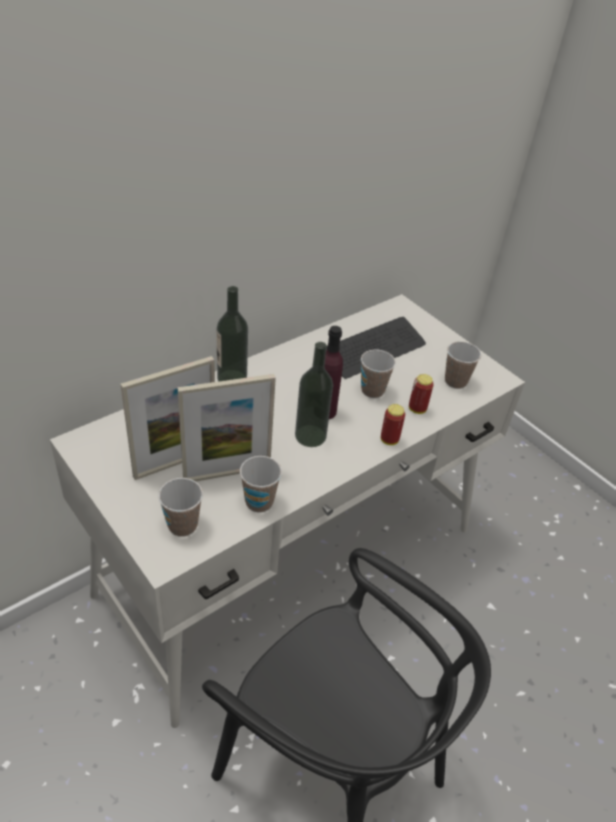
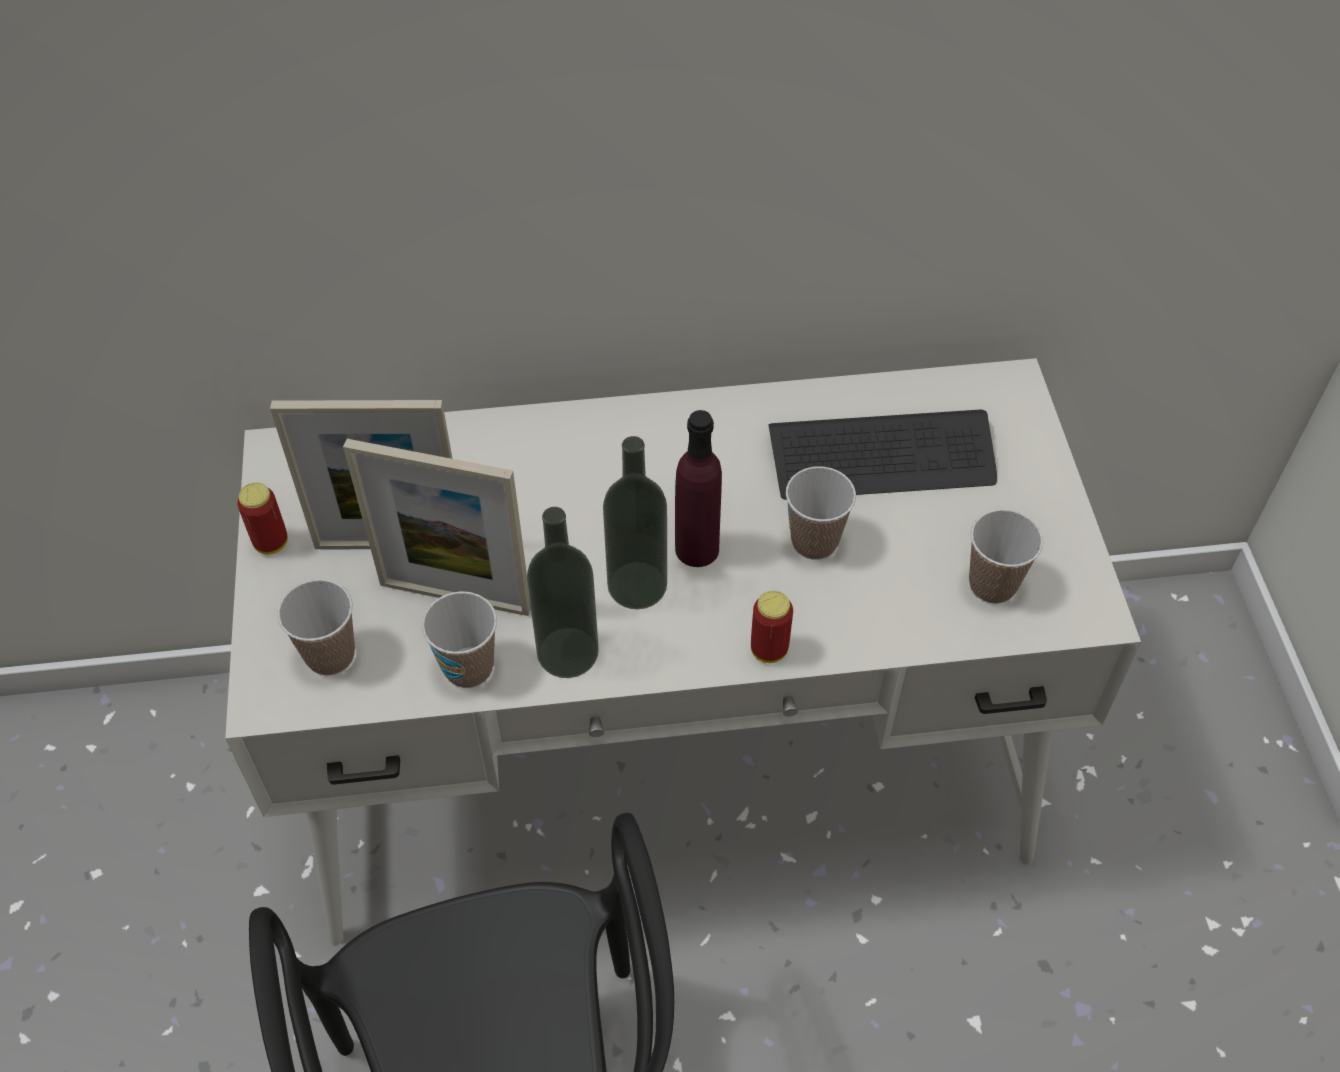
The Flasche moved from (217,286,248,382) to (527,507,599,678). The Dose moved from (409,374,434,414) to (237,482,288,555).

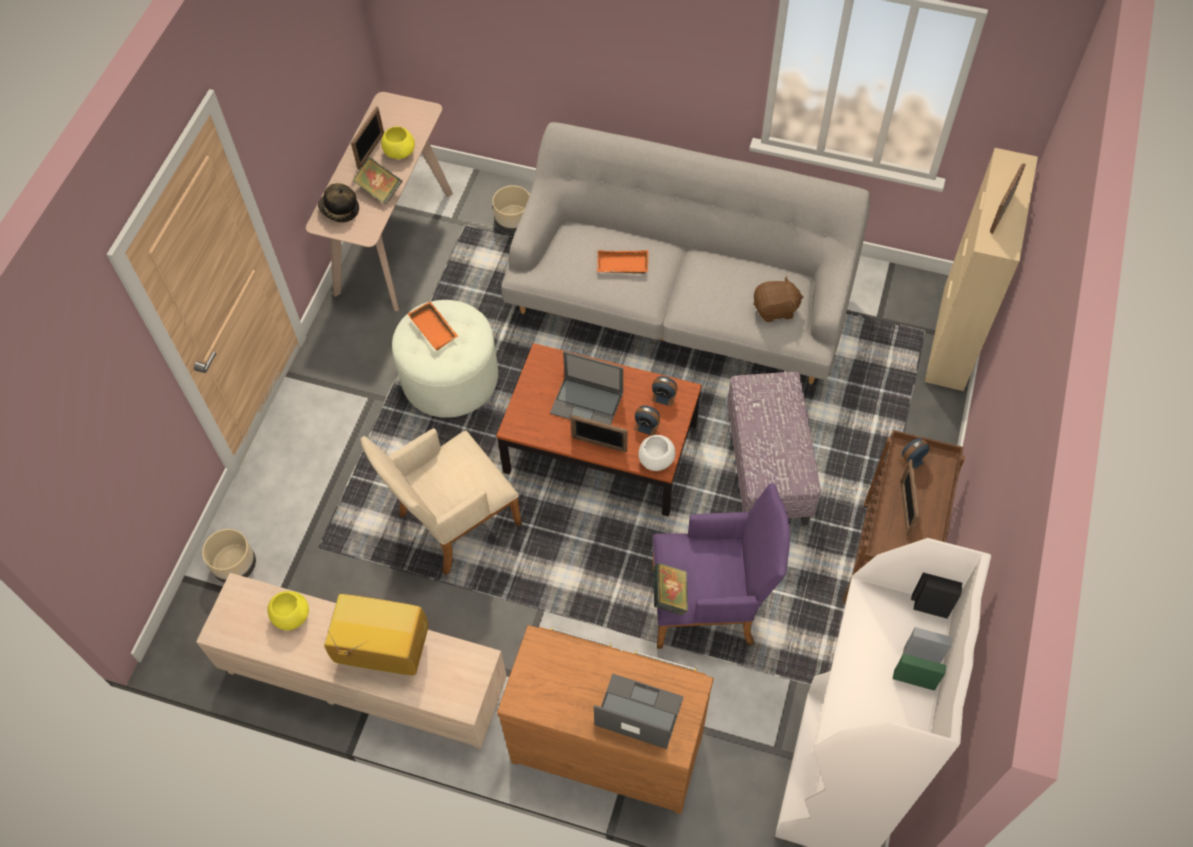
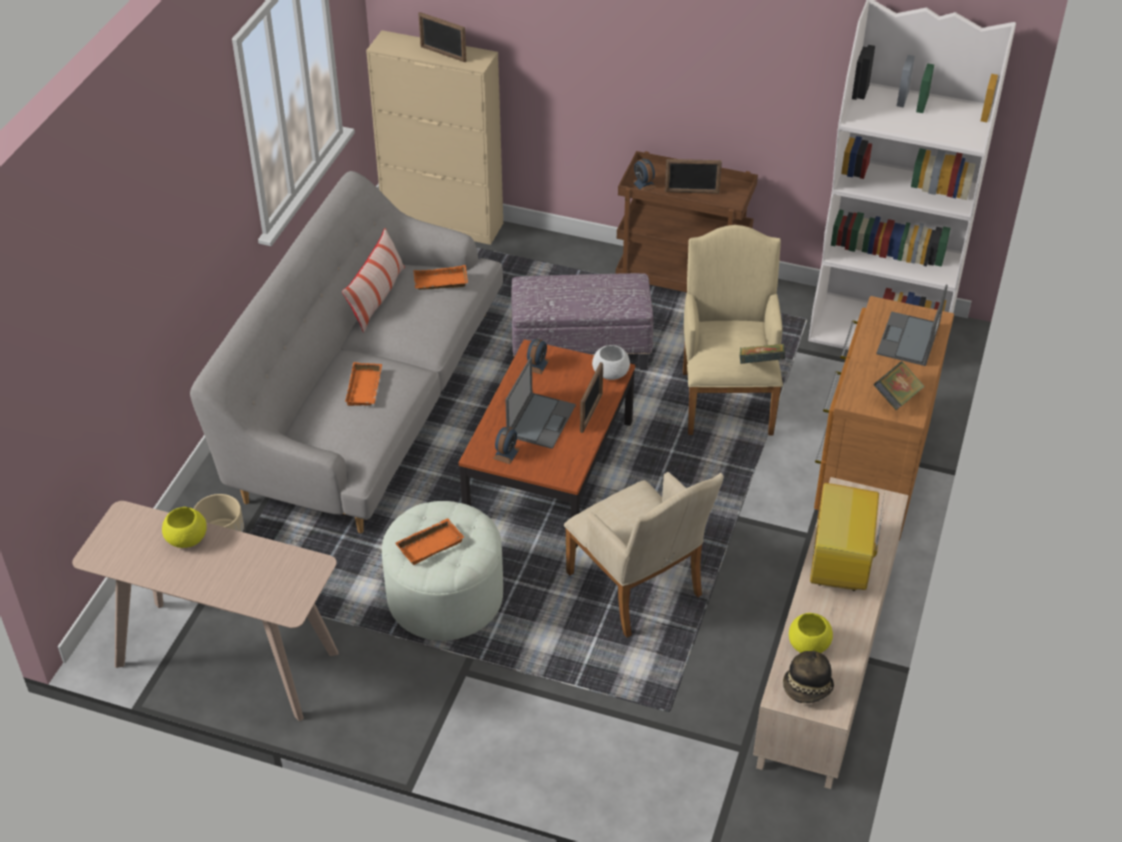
The Pflanzkübel/beige at (202,529,256,583) disappeared. The Hut moved from (318,183,359,223) to (783,651,834,703). The Bilderrahmen at (351,106,384,170) disappeared. The Buch moved from (353,157,402,205) to (873,361,924,410). The Wecker moved from (634,405,660,436) to (493,427,520,464). The Sessel/lila at (652,483,790,649) became the Sessel/beige at (683,225,783,435). The Plüschtier/braun at (753,276,804,322) was replaced by the Tablett/orange at (413,265,468,290). The Kissen at (342,228,405,332) appeared.

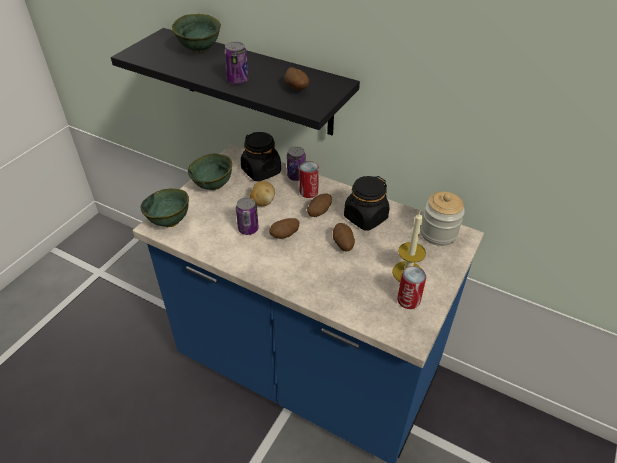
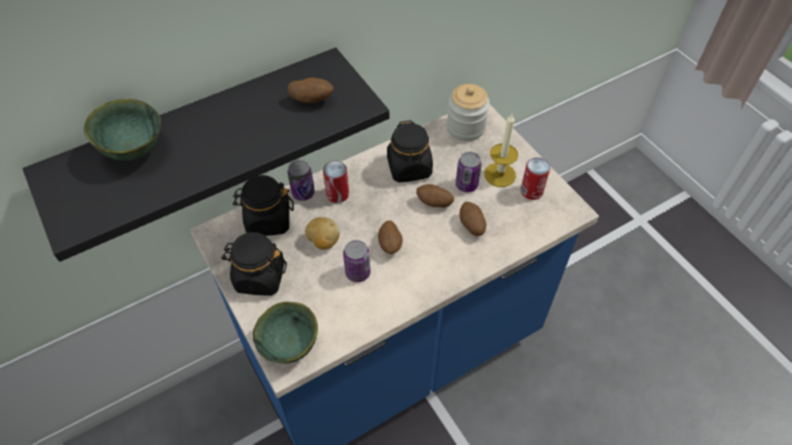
The Schüssel/grün at (188,153,232,190) was replaced by the Vorratsglas/schwarz at (222,232,287,296). The Dose moved from (224,41,249,84) to (456,152,482,192). The Kartoffel moved from (307,193,332,217) to (460,202,486,236).

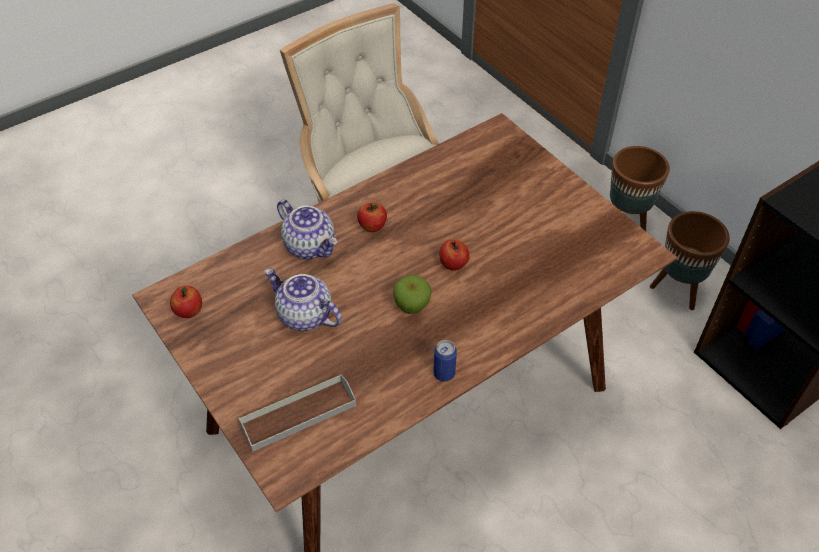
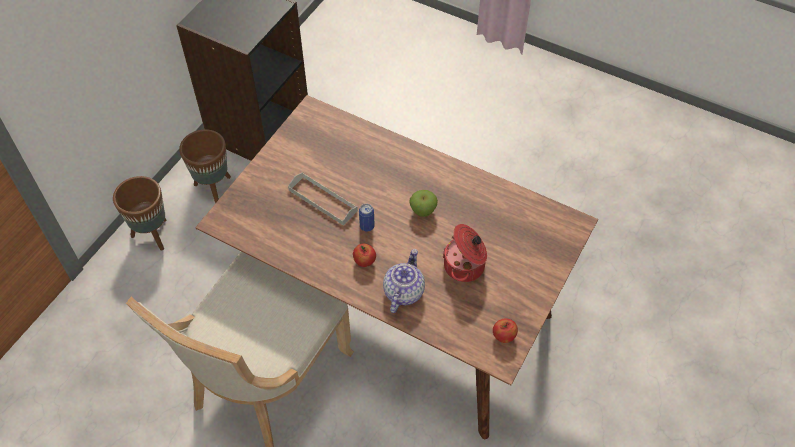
The Tablett/grau moved from (238,374,356,451) to (288,172,358,226). The Teekanne at (265,268,342,331) was replaced by the Kochtopf at (442,224,487,282). The Dose moved from (433,340,457,381) to (359,204,375,232). The Apfel at (439,239,470,271) disappeared.

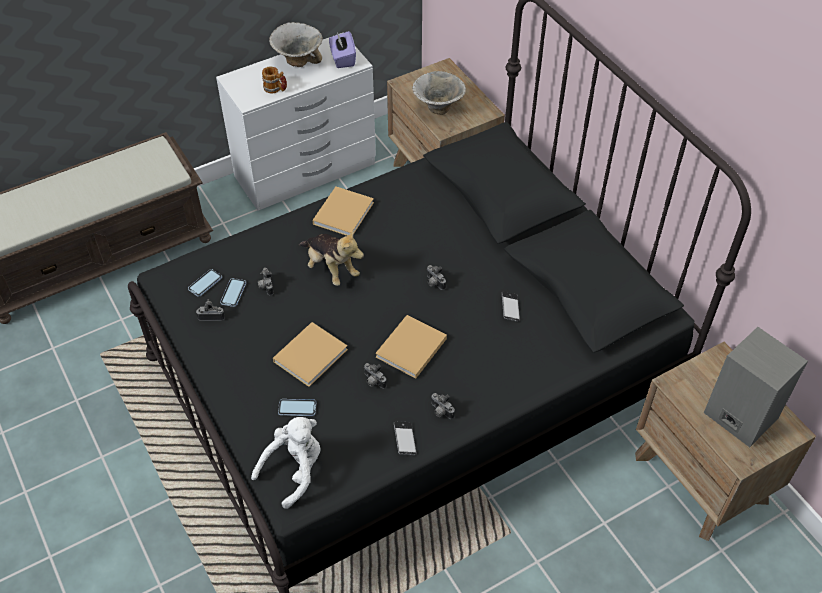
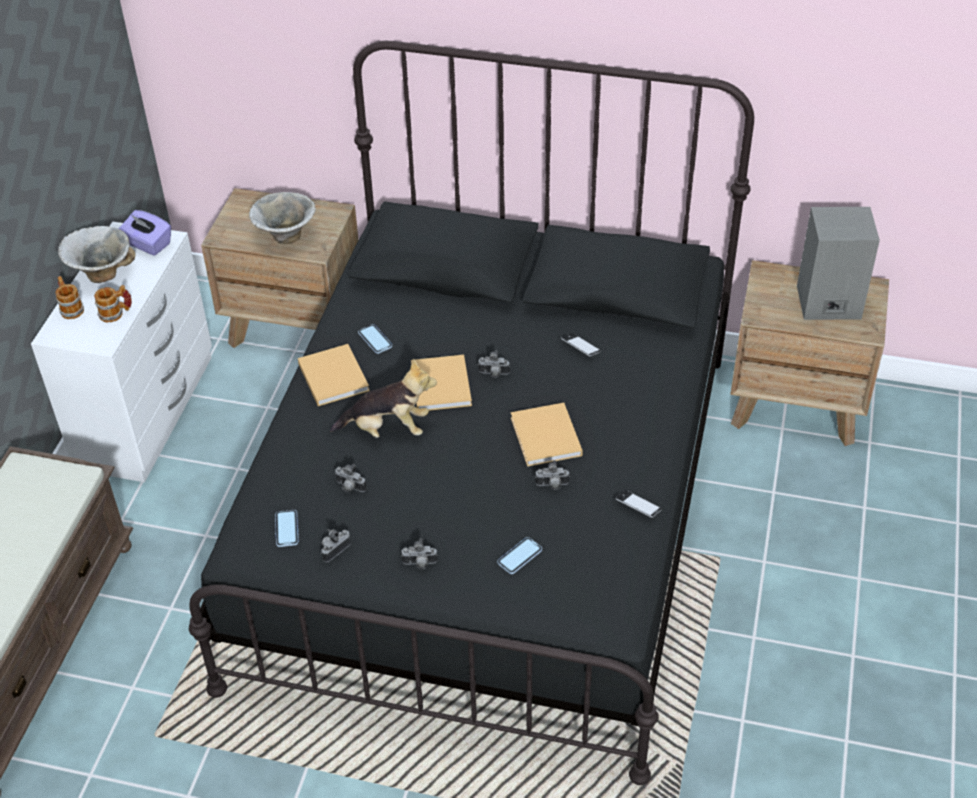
The Handy moved from (220,278,246,307) to (358,324,392,354). The Plüschtier/weiß at (251,417,321,509) disappeared. The Buch/beige moved from (273,322,348,387) to (411,355,472,411). The Kamera moved from (431,393,455,419) to (401,538,438,569). The Henkelbecher at (55,276,84,319) appeared.

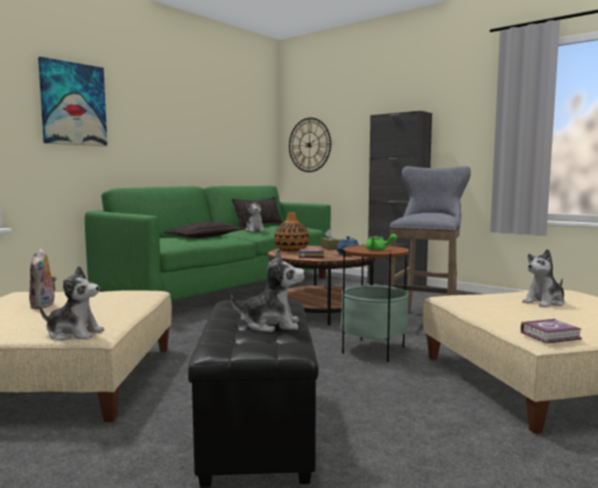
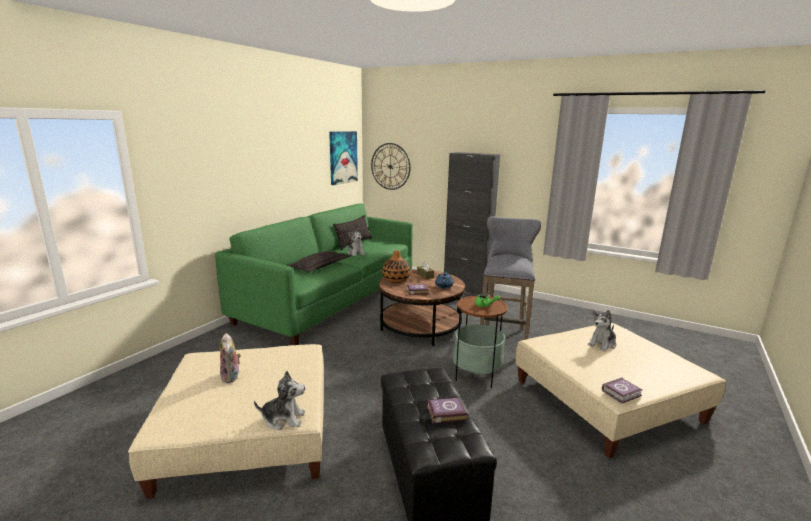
The Bild moved from (38,57,107,146) to (329,131,358,185). The Plüschtier at (231,249,305,332) was replaced by the Buch at (427,397,467,424).

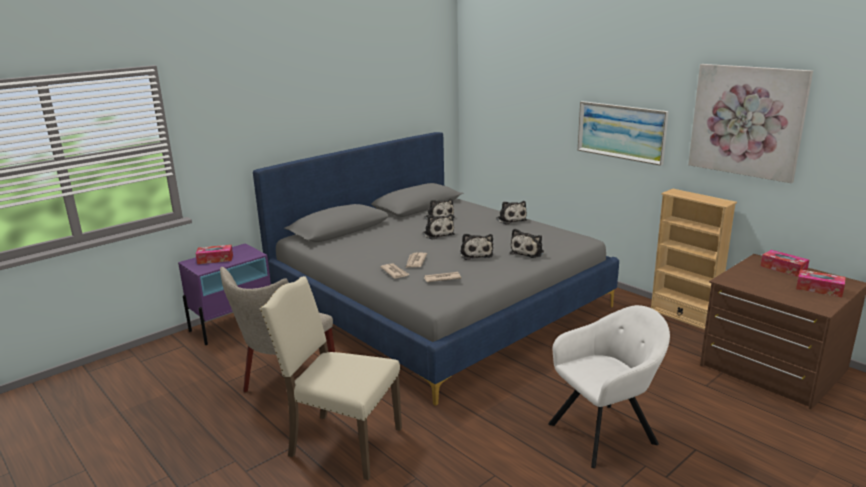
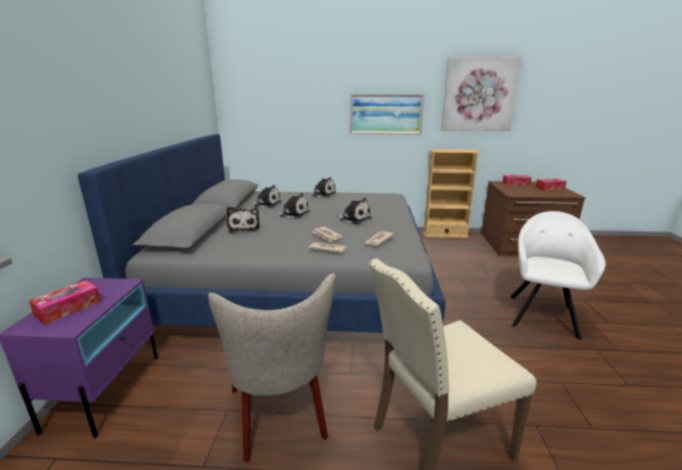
The Plüschtier moved from (510,229,544,258) to (227,207,260,233).

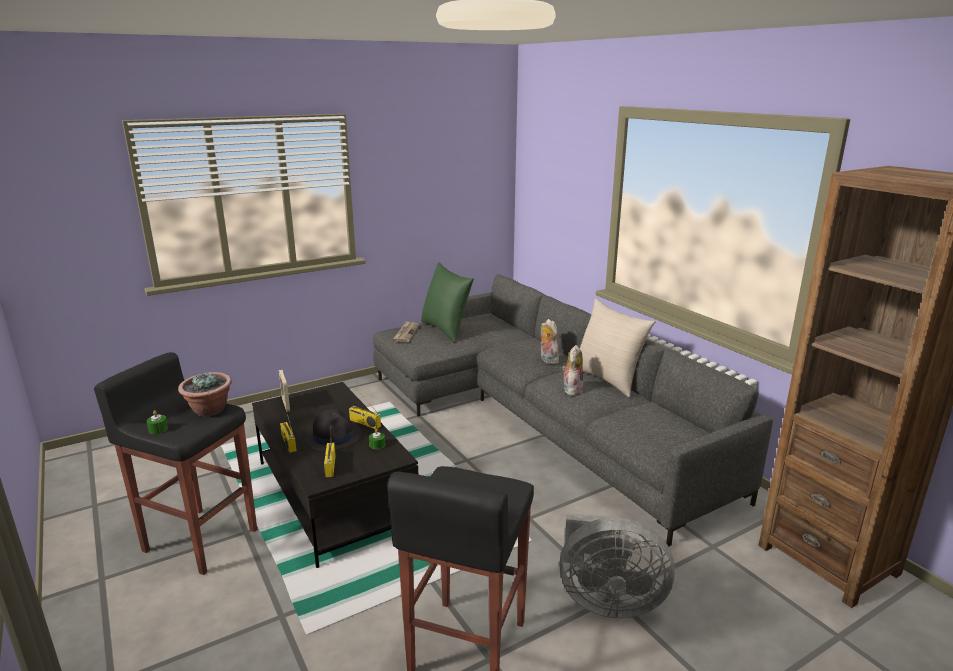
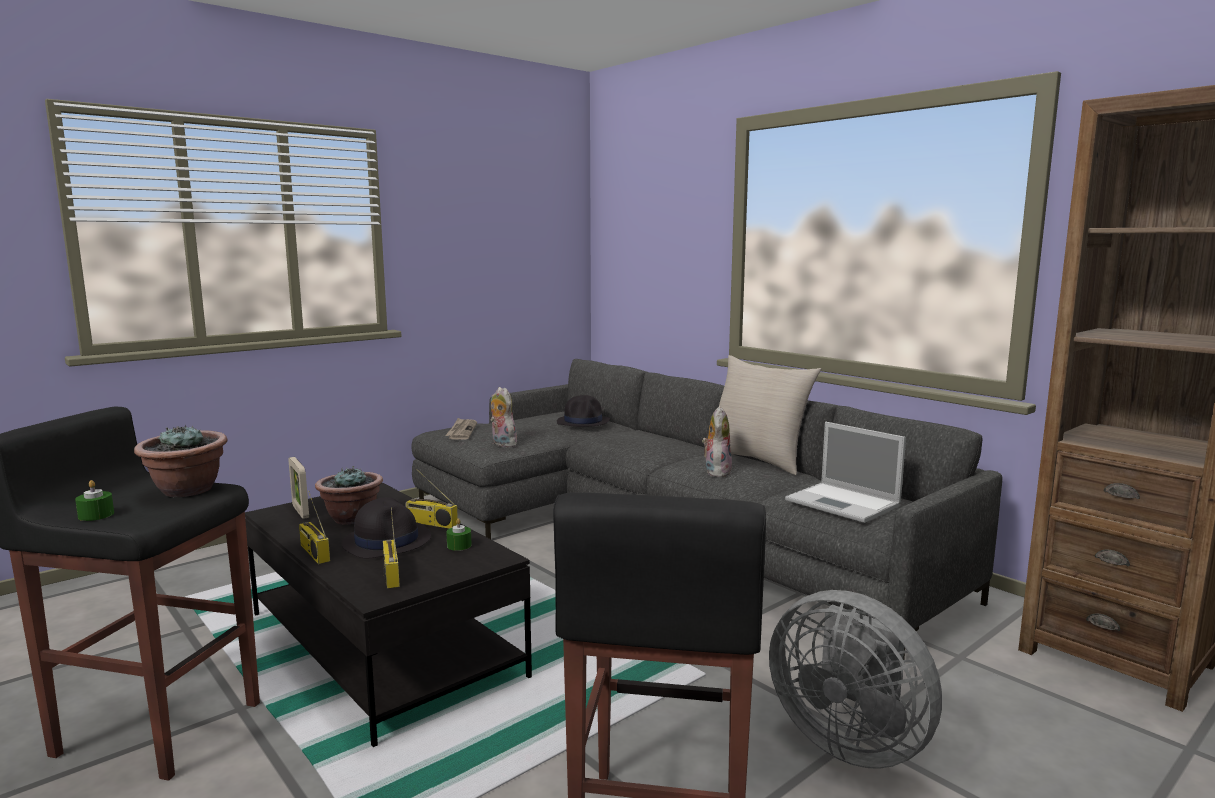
The Kissen/grün at (421,262,474,343) disappeared. The Plüschtier moved from (541,319,559,364) to (490,387,519,447). The Ventilator/grau at (559,513,675,618) turned 45 degrees clockwise. The Topfpflanze at (315,466,383,525) appeared. The Hut/schwarz at (557,395,610,427) appeared. The Laptop at (785,422,906,523) appeared.

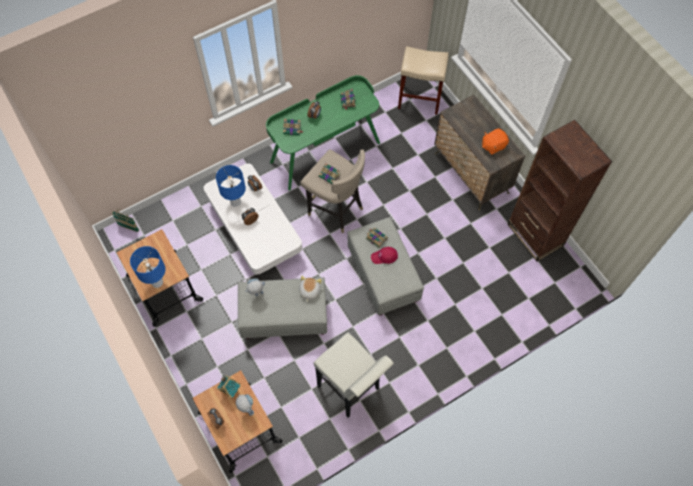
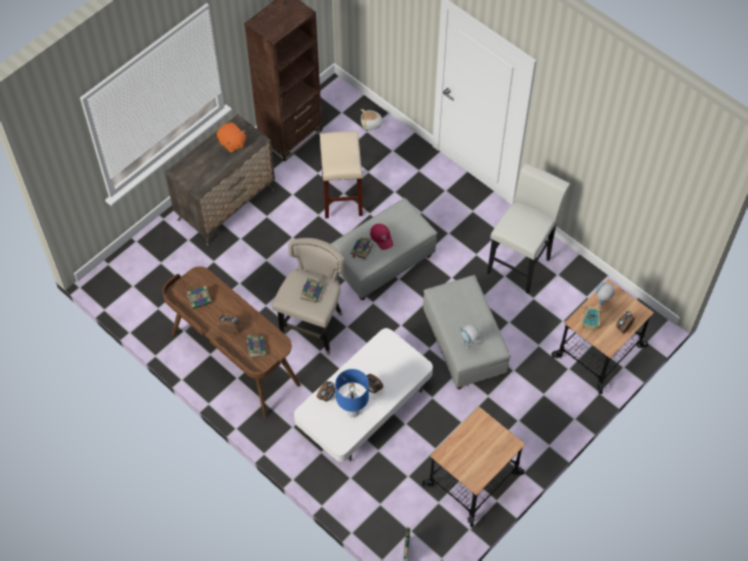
The Tischlampe/blau at (130,246,165,288) disappeared. The Schreibtisch/grün at (266,75,380,191) became the Schreibtisch/braun at (162,266,301,418). The Plüschtier moved from (299,276,322,301) to (361,109,385,130). The Hocker/beige moved from (398,46,449,115) to (320,131,363,219).

